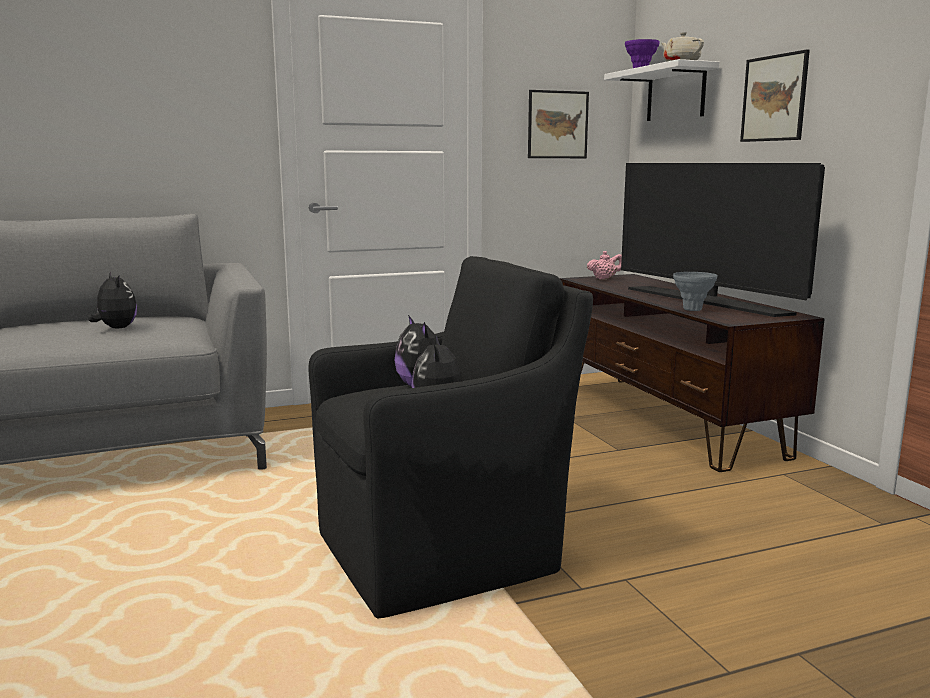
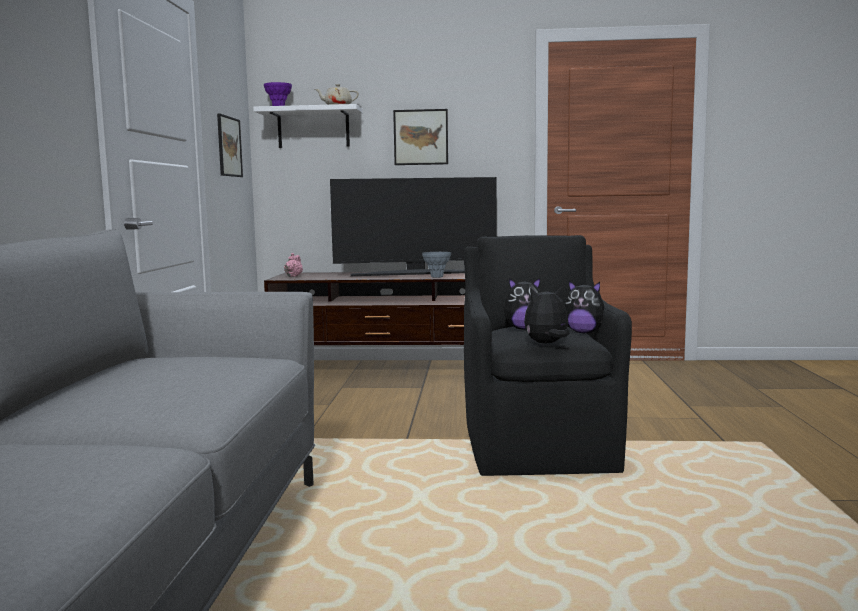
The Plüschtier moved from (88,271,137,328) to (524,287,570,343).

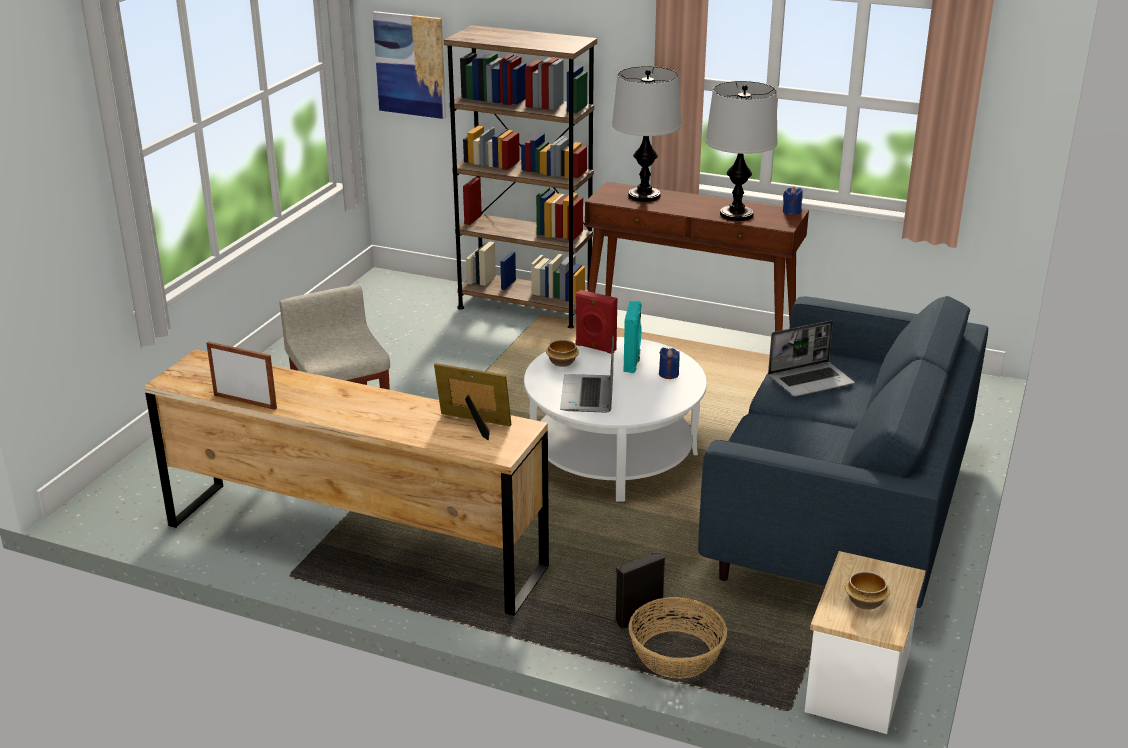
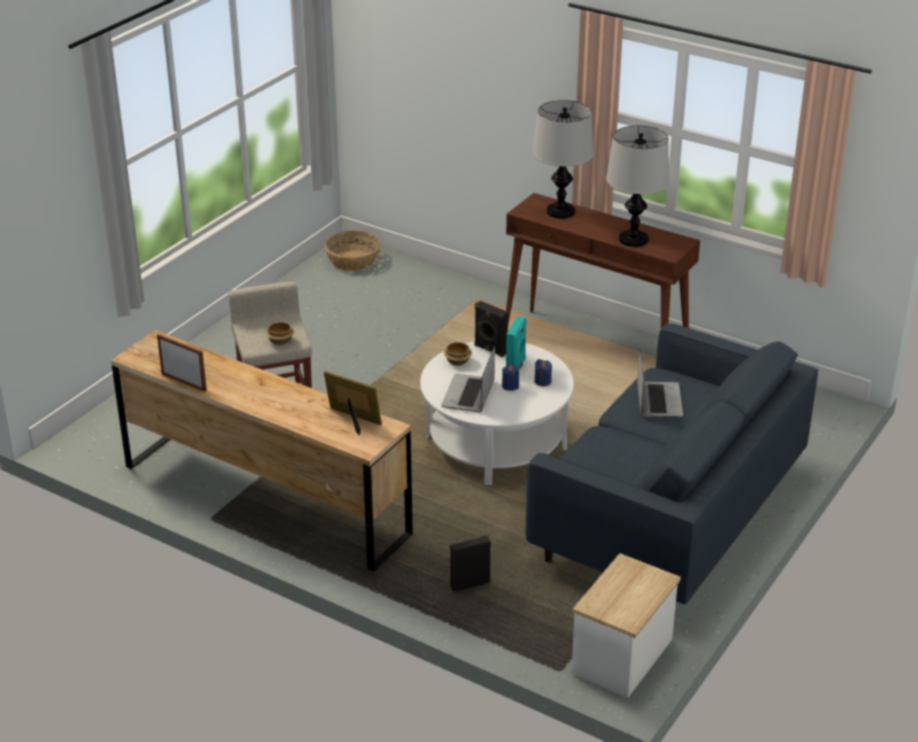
The Bild at (372,11,446,119) disappeared. The Bücherregal/braun at (444,25,597,328) disappeared. The Lautsprecher/rot at (575,290,617,354) became the Lautsprecher/schwarz at (474,301,508,357). The Korb moved from (629,597,727,679) to (324,230,380,272). The Laptop at (768,320,854,397) turned 75 degrees counterclockwise. The Kerze/blau moved from (783,186,802,215) to (502,364,519,391). The Schüssel moved from (845,571,890,610) to (266,322,294,345).

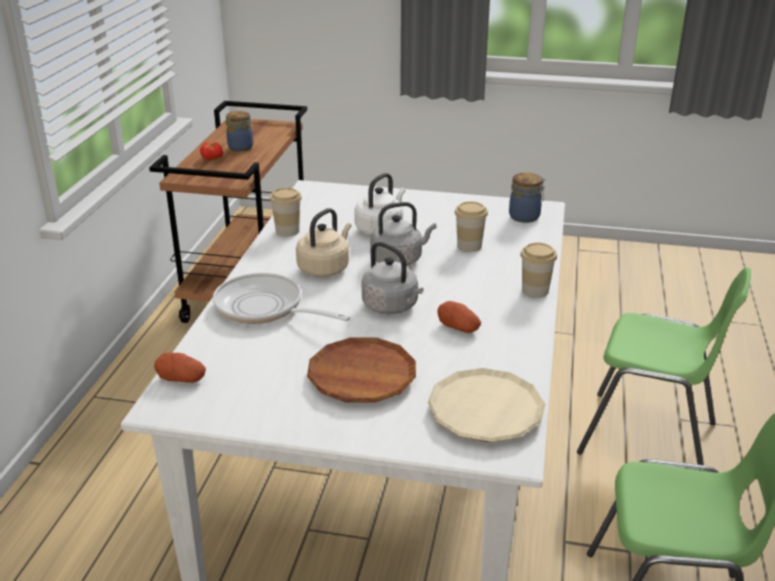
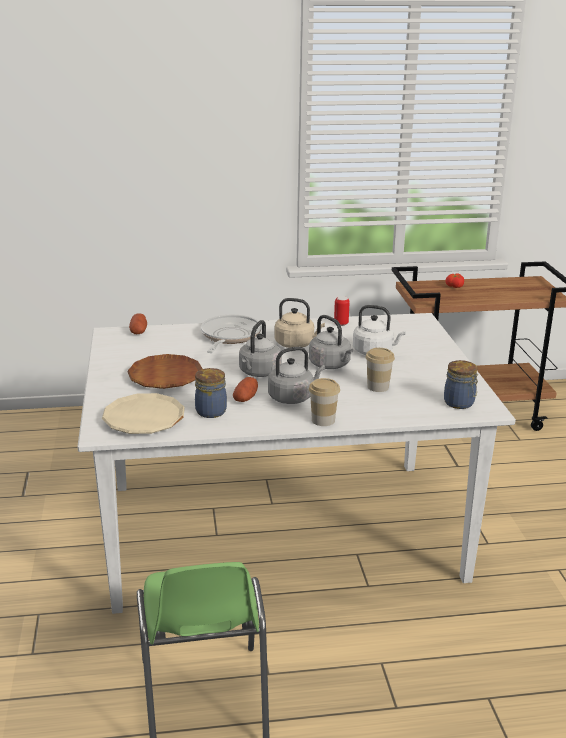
The Vorratsglas moved from (226,111,253,152) to (195,368,227,418). The Tasse at (269,188,302,237) was replaced by the Dose at (334,296,350,326). The Stuhl/grün at (577,267,751,465) disappeared. The Wasserkessel/grau at (268,347,325,404) appeared.

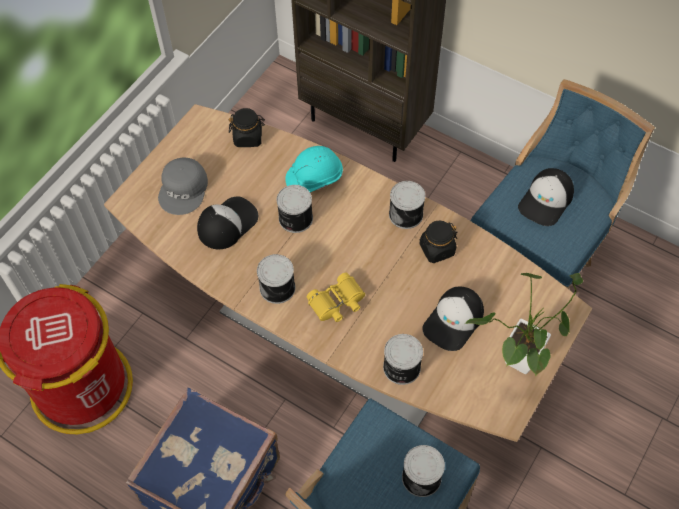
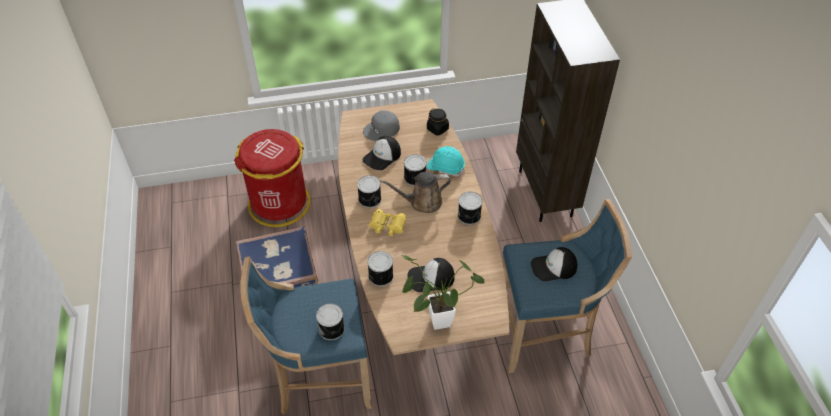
The Kappe at (197,196,258,249) turned 135 degrees clockwise. The Vorratsglas/schwarz at (419,221,457,263) disappeared. The Gießkanne/braun at (380,172,451,213) appeared.

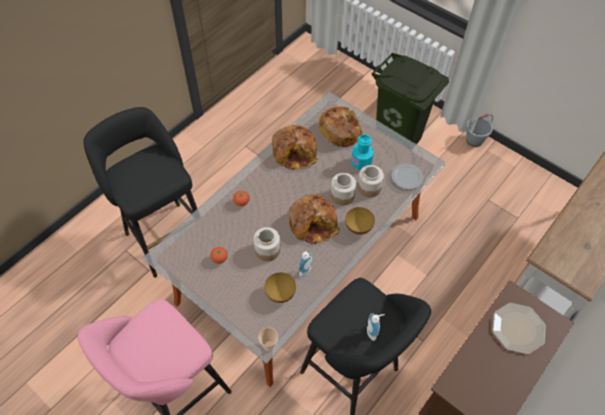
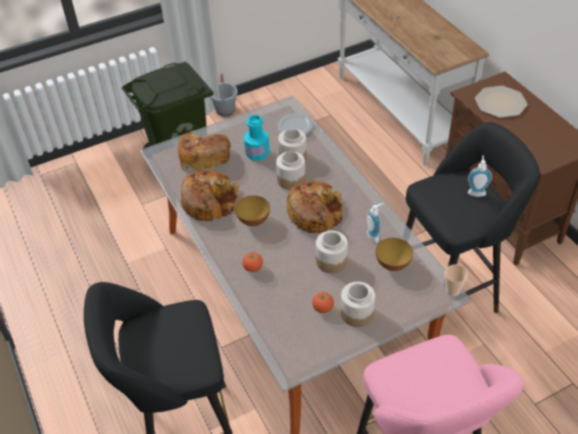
The Schüssel moved from (345,207,375,235) to (235,196,270,226). The Vorratsglas at (341,282,375,327) appeared.

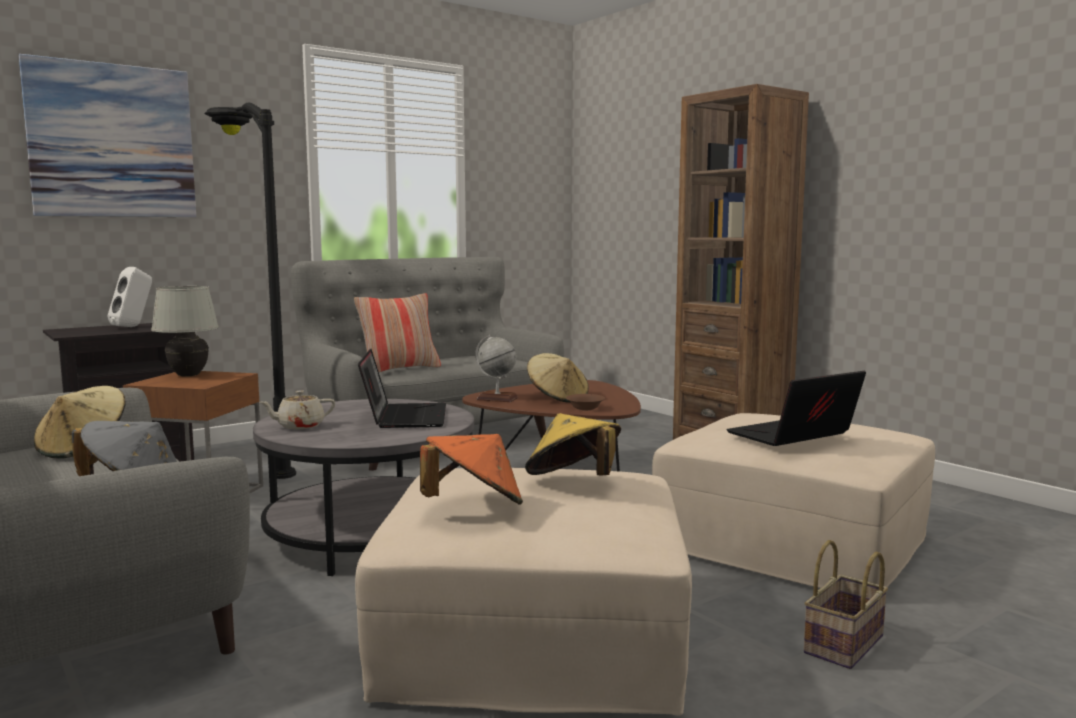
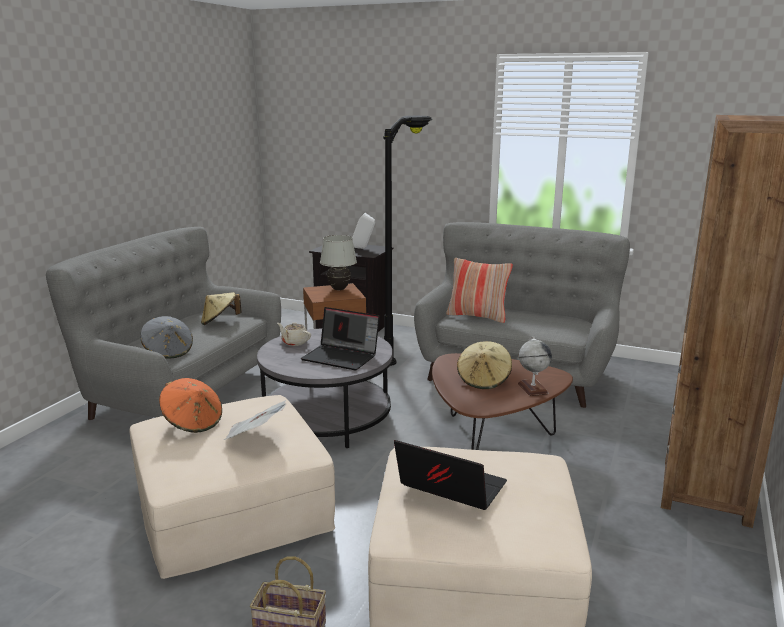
The Bild at (18,54,196,217) disappeared. The Laptop at (358,349,446,428) turned 60 degrees clockwise. The Globus moved from (475,335,518,402) to (518,337,552,396). The Hut/gelb at (525,413,621,475) was replaced by the Zeitung at (224,400,286,440). The Schüssel/braun at (566,394,605,411) disappeared.

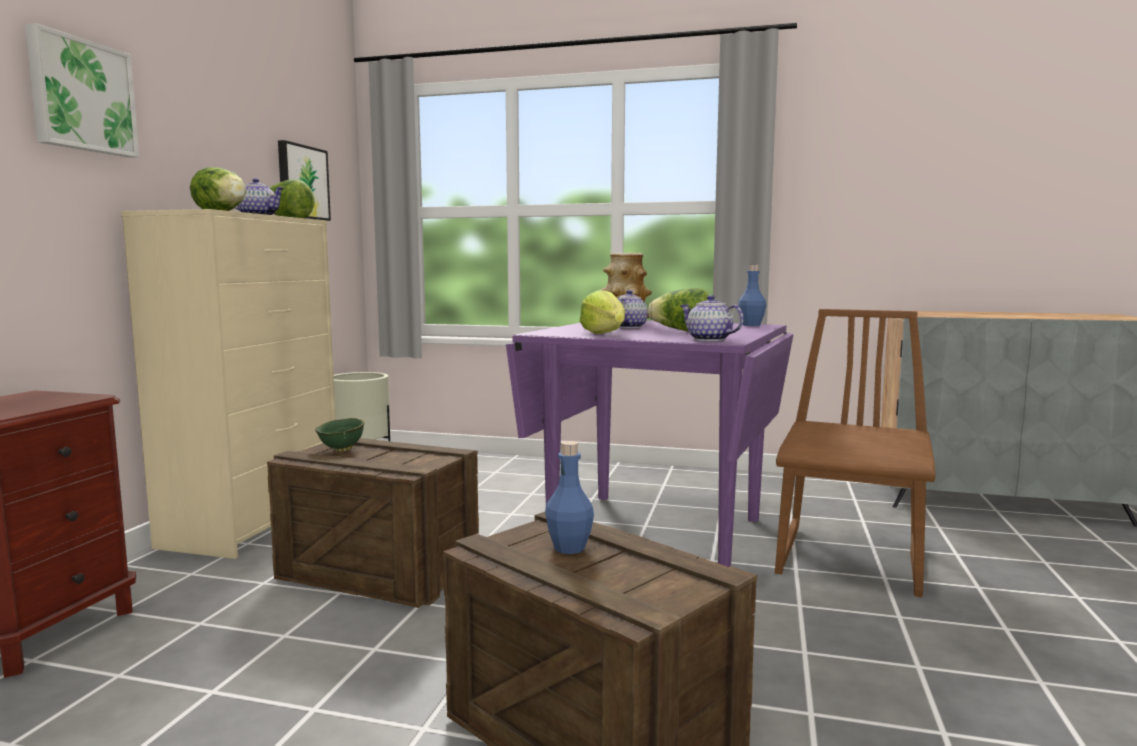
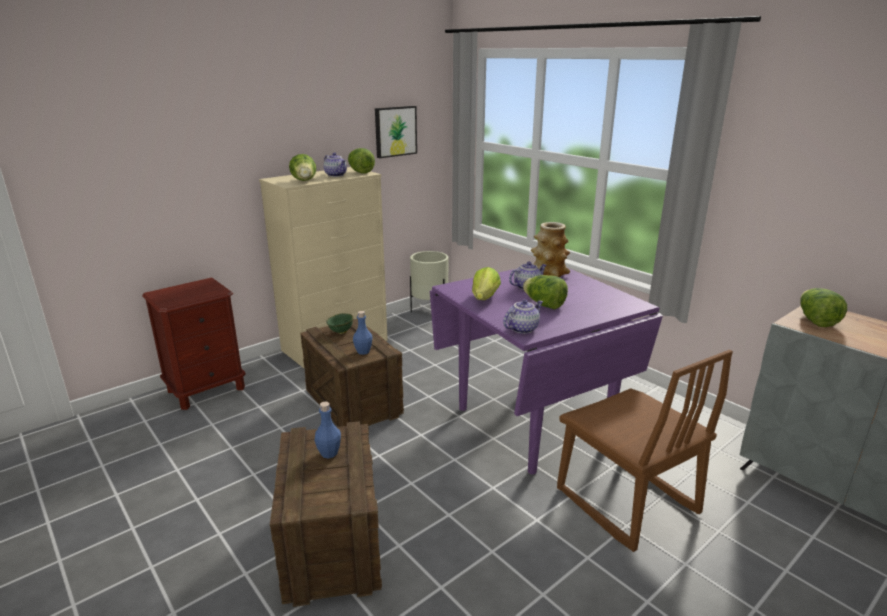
The Bild at (25,23,139,158) disappeared. The Teekanne at (680,295,744,341) turned 60 degrees clockwise. The Flasche/blau moved from (738,265,766,326) to (353,311,373,355). The Stuhl/braun at (775,309,935,597) turned 90 degrees clockwise. The Salatkopf at (800,288,847,327) appeared.

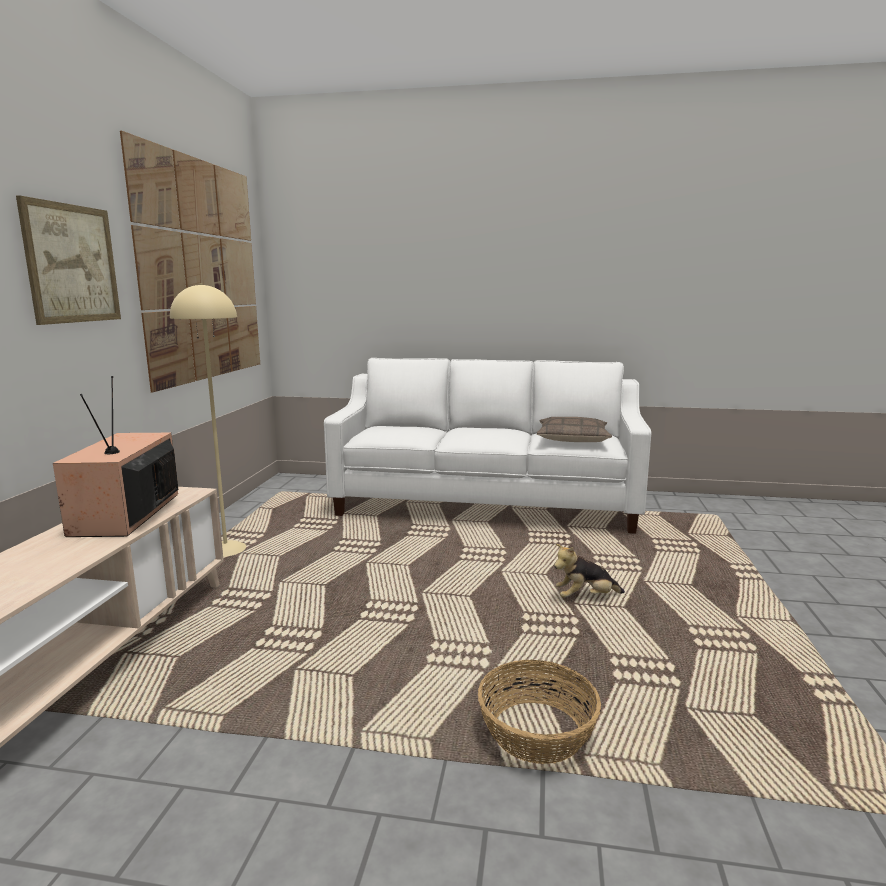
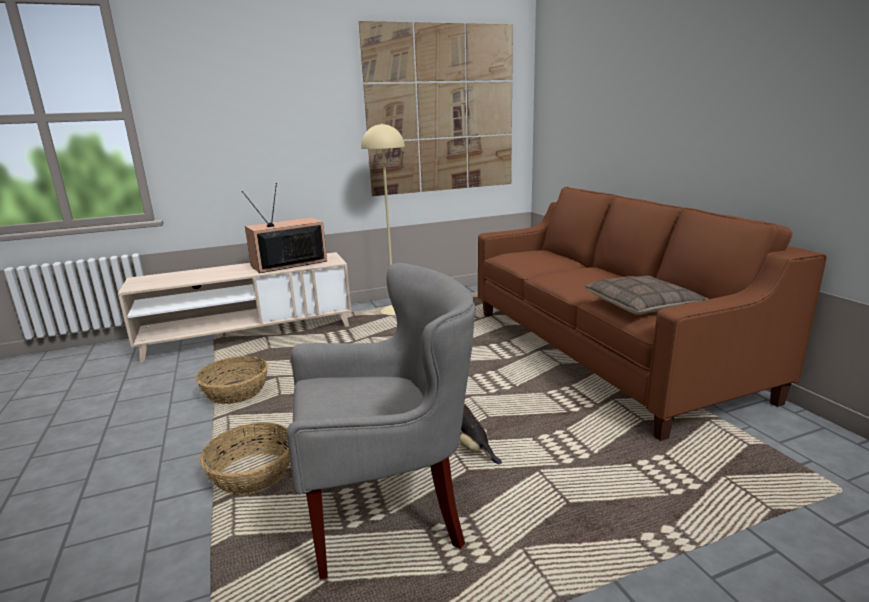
The Bild at (16,195,121,325) disappeared. The Sofa/weiß at (324,358,651,534) became the Sofa/braun at (478,187,827,441). The Korb at (196,356,268,404) appeared. The Sessel/grau at (287,263,475,580) appeared.

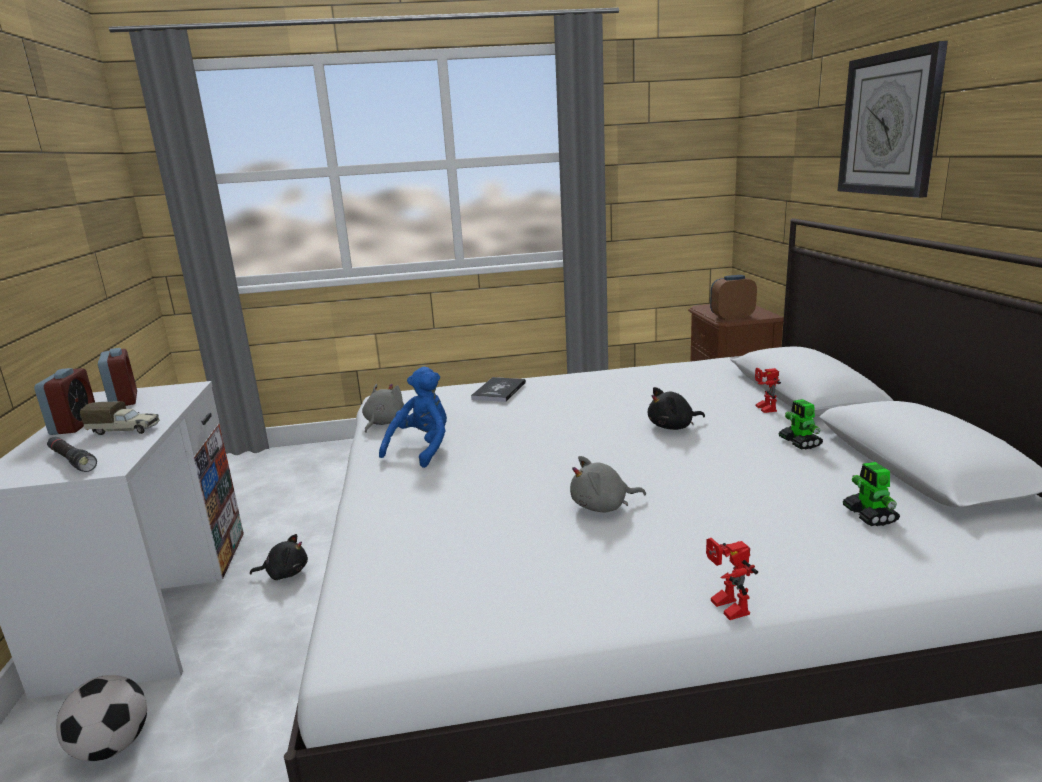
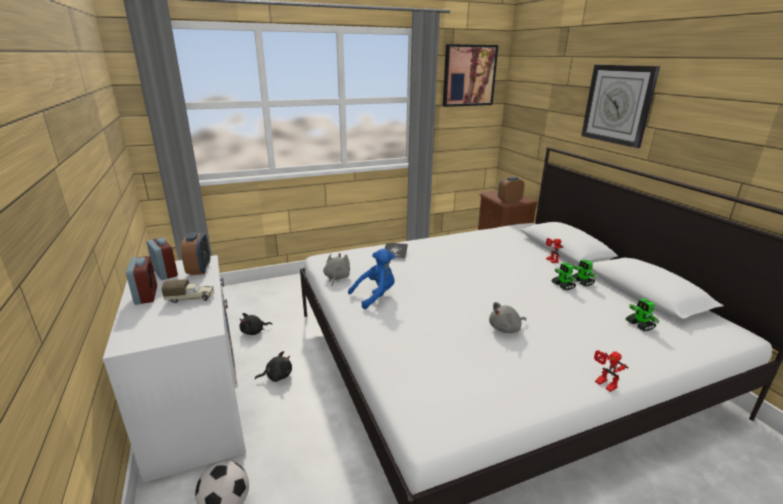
The Taschenlampe/schwarz at (47,437,97,472) disappeared. The Plüschtier/blau at (379,367,447,468) turned 45 degrees clockwise. The Plüschtier/schwarz moved from (648,387,705,430) to (240,313,272,335). The Wecker at (181,232,210,275) appeared. The Bild at (443,44,499,107) appeared. The Spielzeugroboter at (551,262,576,290) appeared.

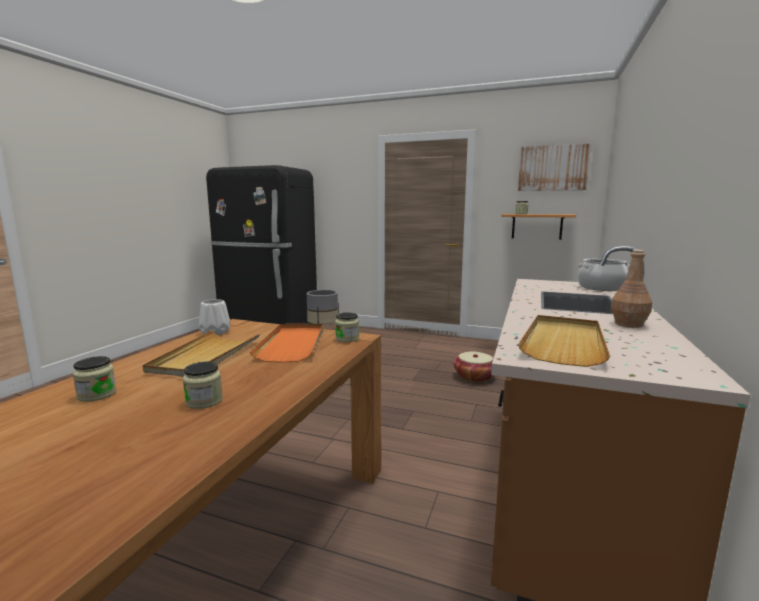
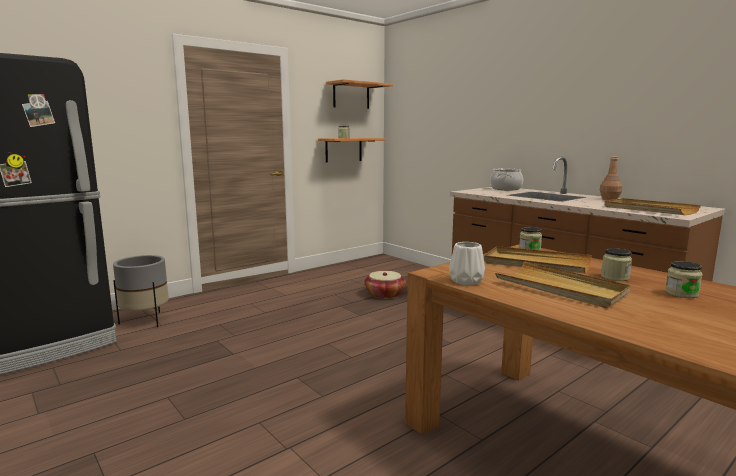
The Vorratsglas moved from (73,356,116,402) to (601,248,632,281). The Tablett/orange at (250,324,323,363) became the Tablett/beige at (484,246,592,274). The Bild at (518,144,592,191) was replaced by the Wandregal at (326,79,393,109).

